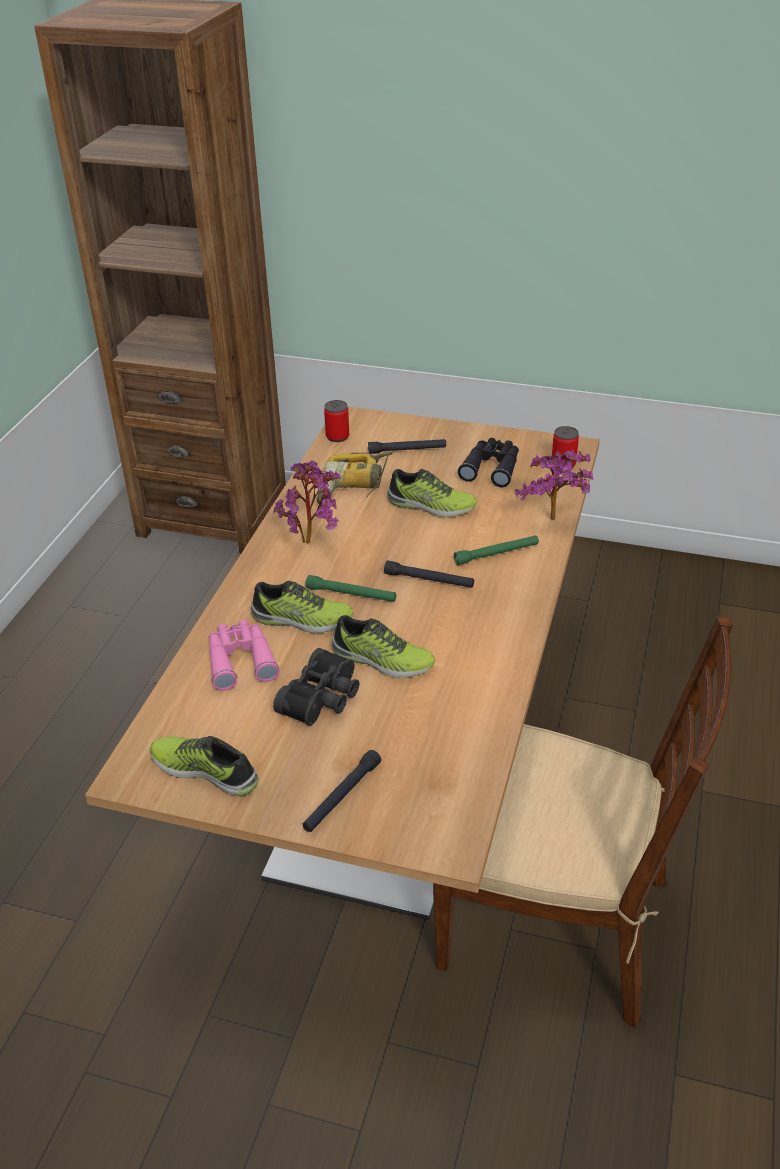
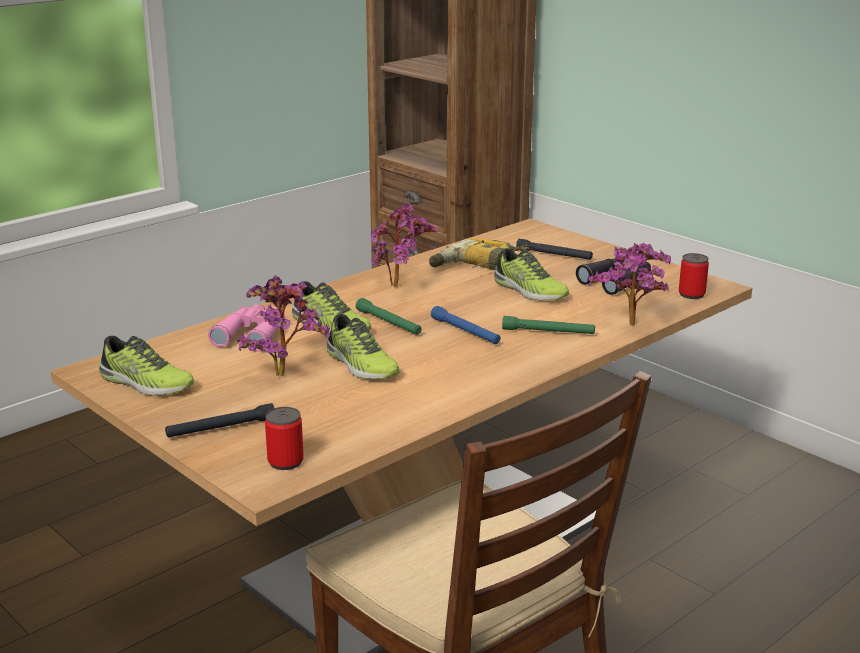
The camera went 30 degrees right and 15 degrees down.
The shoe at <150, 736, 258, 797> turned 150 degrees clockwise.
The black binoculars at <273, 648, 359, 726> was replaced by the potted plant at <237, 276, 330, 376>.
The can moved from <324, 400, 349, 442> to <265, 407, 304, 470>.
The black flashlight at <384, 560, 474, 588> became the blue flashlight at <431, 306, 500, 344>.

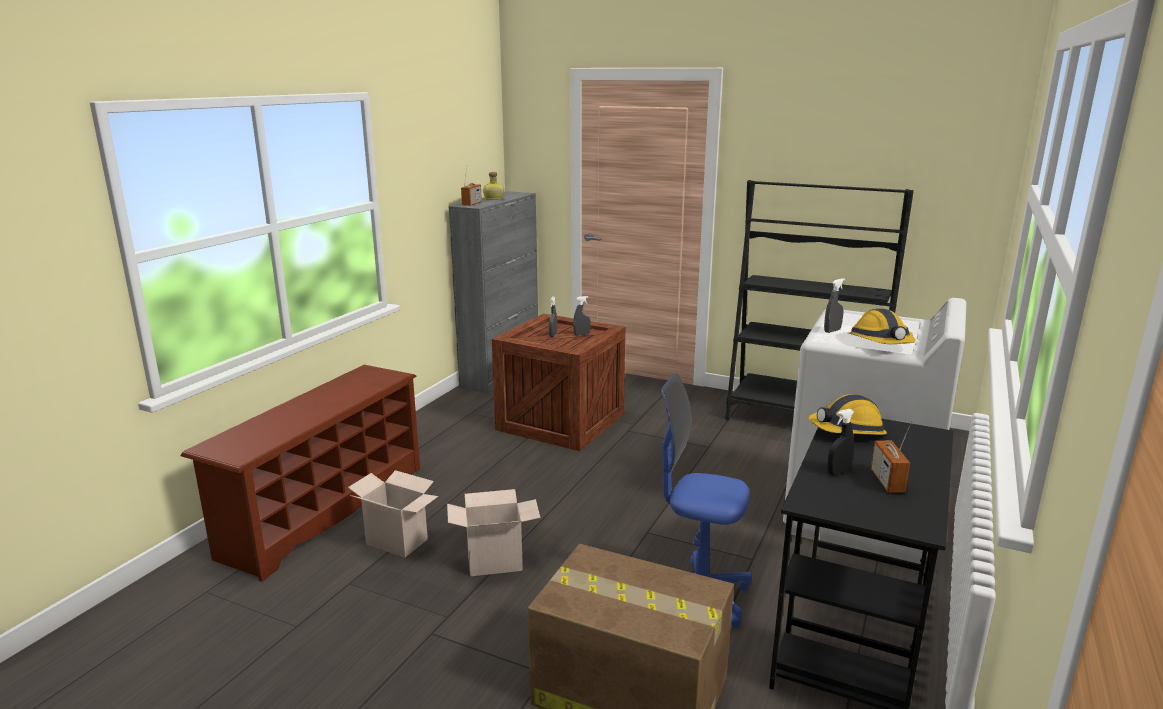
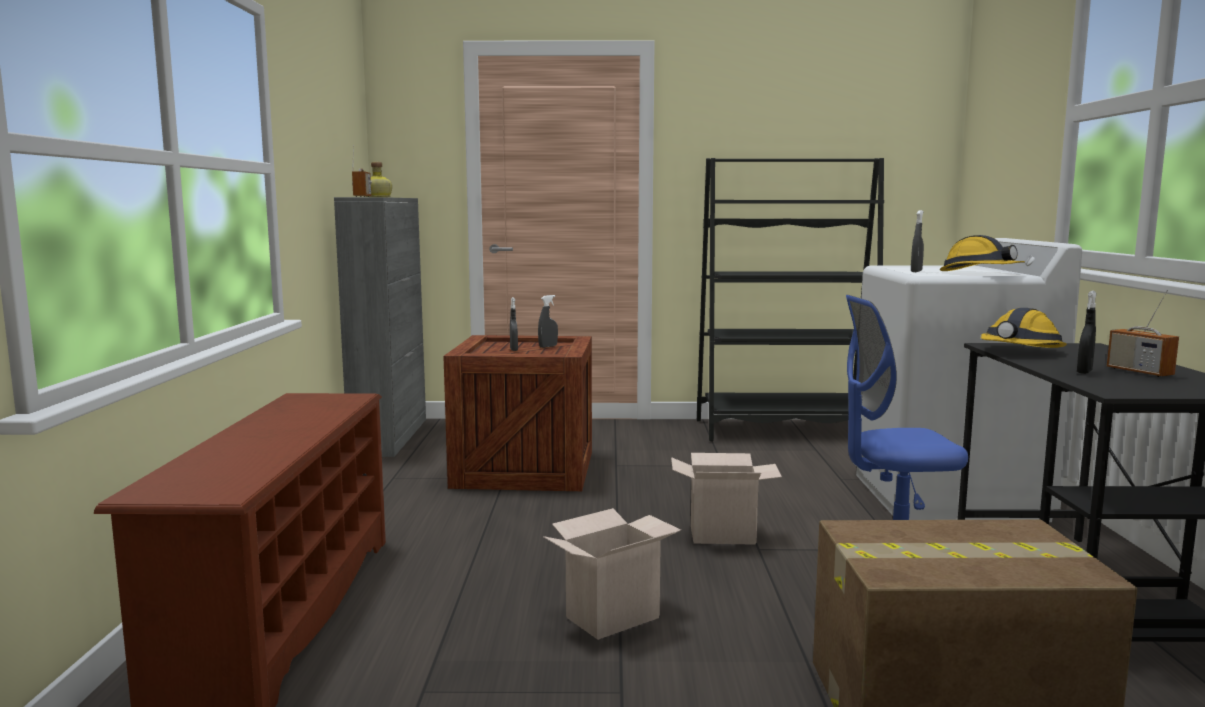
The camera went 25 degrees left and 10 degrees down.
The cardboard box moved from <348, 470, 438, 558> to <671, 453, 782, 545>.

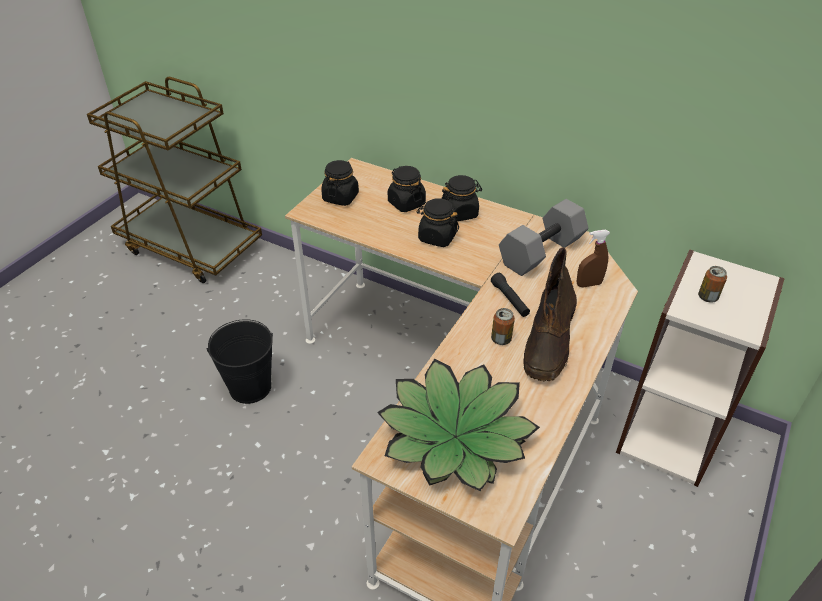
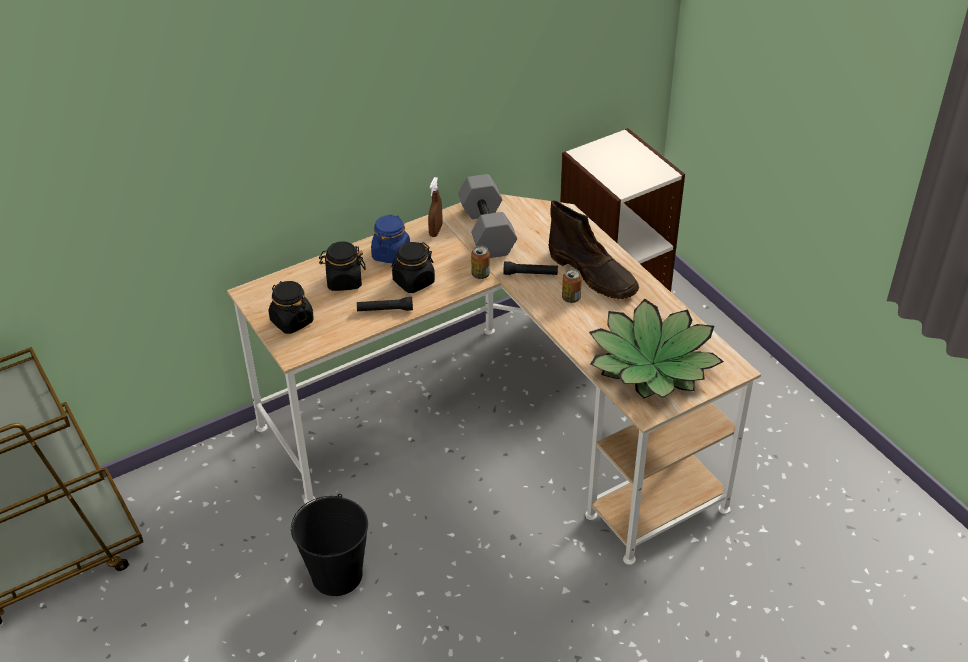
The camera went 60 degrees left and 0 degrees up.
The black jar at <441, 175, 482, 221> became the blue jar at <371, 214, 410, 263>.
The brown spray bottle moved from <577, 229, 610, 287> to <428, 177, 443, 237>.
The can moved from <698, 266, 727, 303> to <471, 245, 490, 279>.
The black flashlight at <357, 297, 413, 312> appeared.

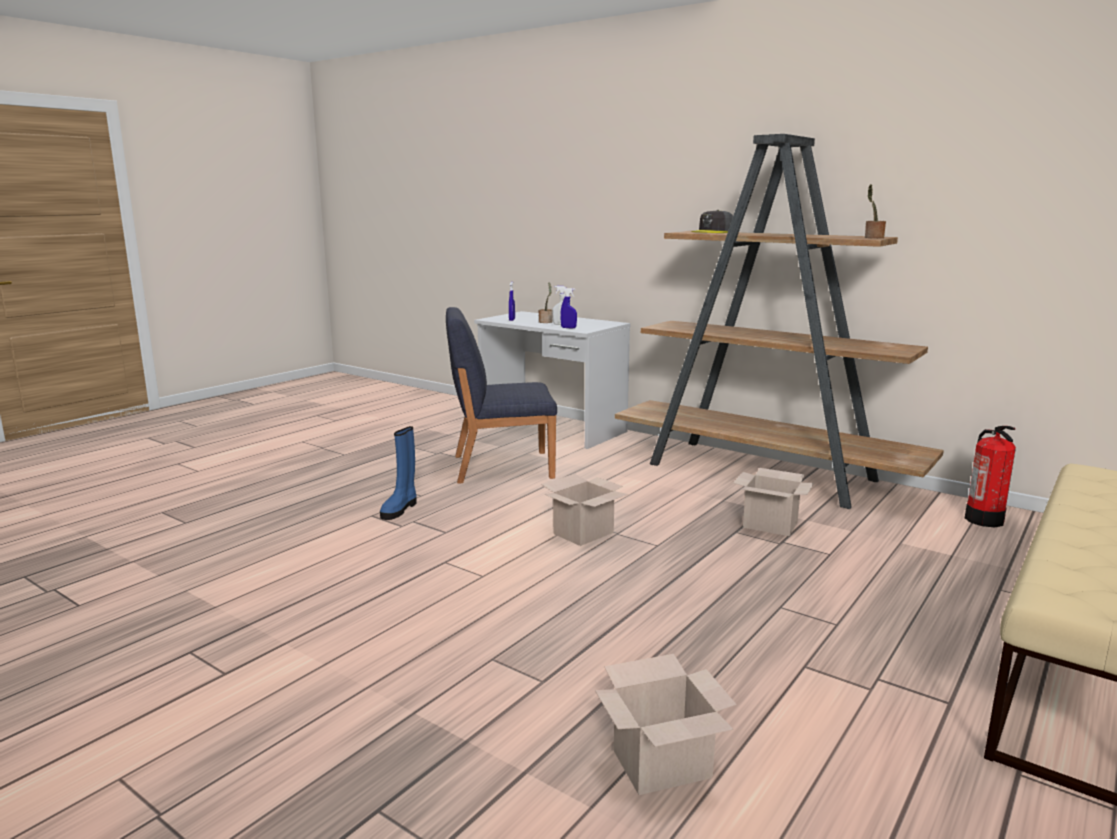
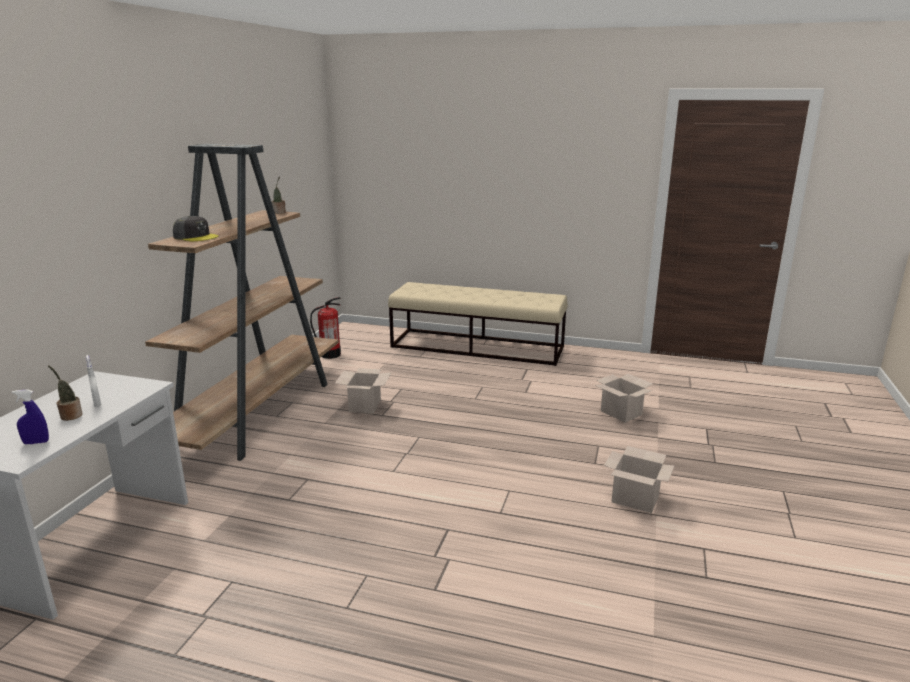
The camera went 110 degrees left and 5 degrees up.
The blue boot at <380, 426, 417, 520> disappeared.
The blue chair at <446, 307, 557, 484> disappeared.
The cardboard box moved from <541, 474, 628, 546> to <604, 446, 674, 513>.
The blue spray bottle at <560, 288, 577, 329> disappeared.

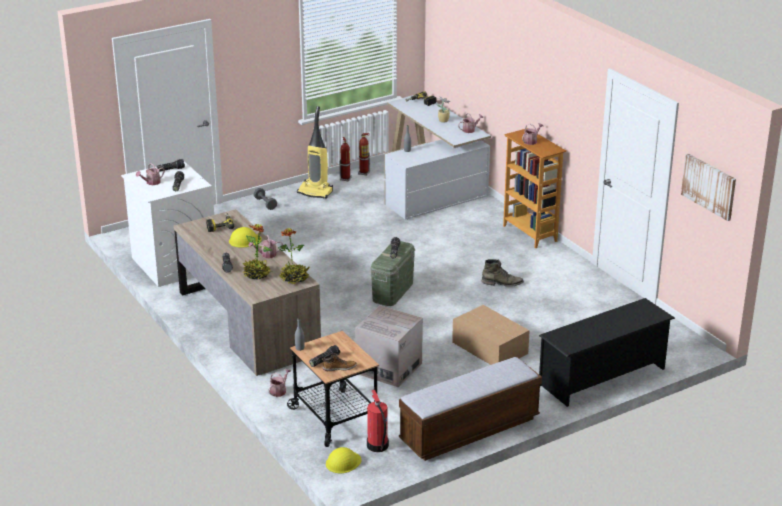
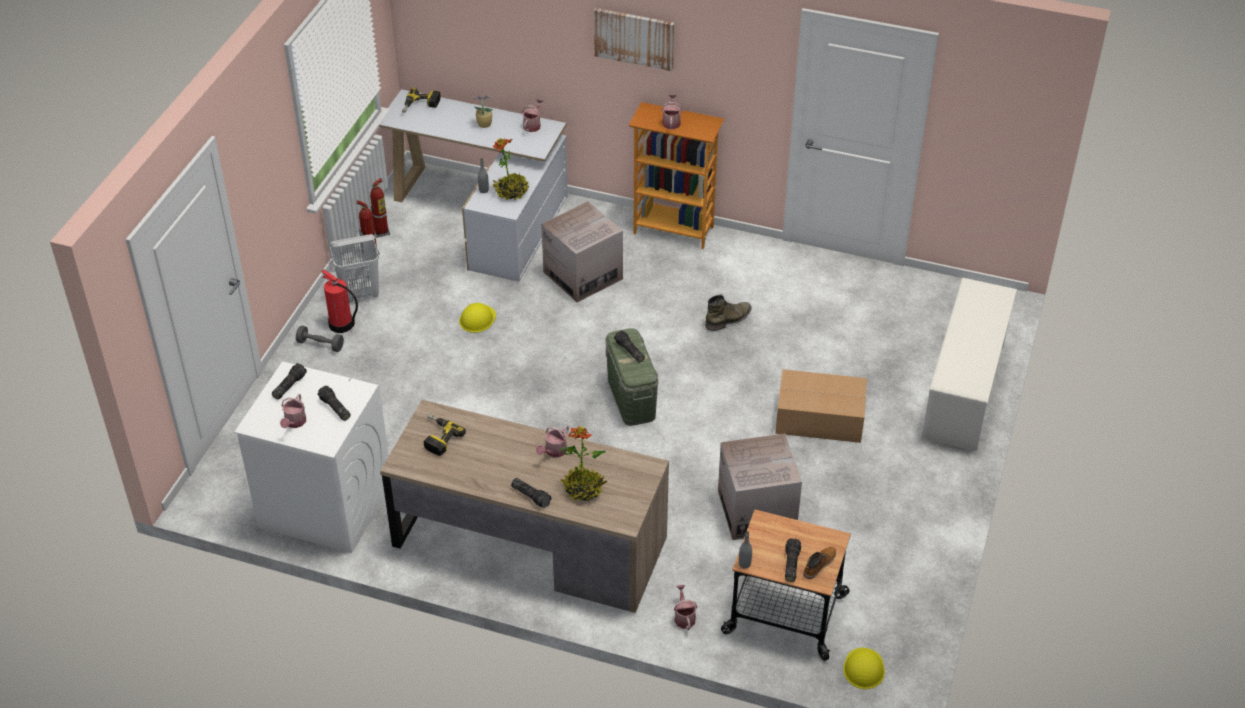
The camera went 40 degrees left and 15 degrees up.
The yellow hard hat moved from <229, 227, 262, 248> to <459, 303, 496, 333>.
The potted plant moved from <278, 228, 310, 284> to <493, 139, 529, 201>.
The vacuum cleaner at <297, 106, 333, 199> was replaced by the white laundry basket at <330, 234, 379, 302>.
The fire extinguisher moved from <367, 390, 389, 452> to <322, 270, 358, 333>.
The bench at <399, 357, 542, 461> disappeared.
The black shoe rack at <539, 298, 675, 407> became the white shoe rack at <921, 278, 1017, 451>.
The picture moved from <681, 154, 736, 221> to <594, 8, 674, 71>.
The cardboard box at <541, 202, 623, 303> appeared.

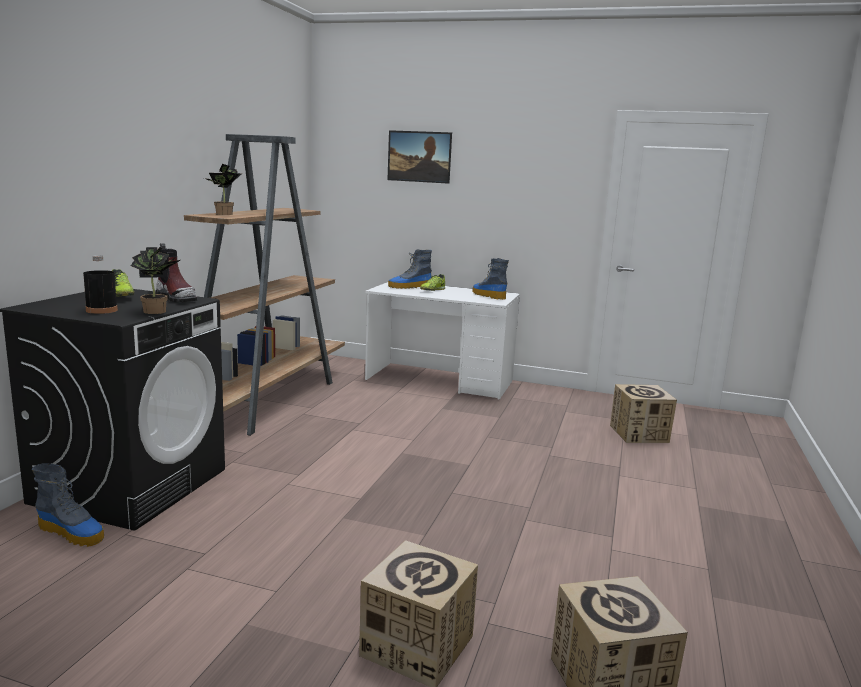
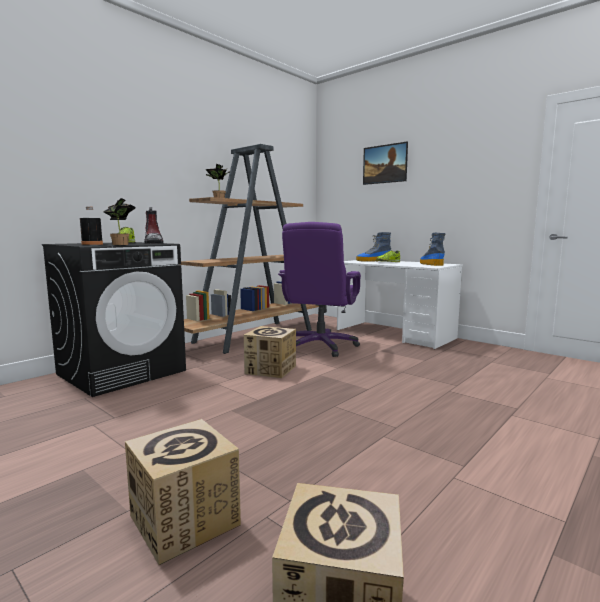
The camera went 25 degrees right and 5 degrees down.
The boot at <31, 463, 104, 547> disappeared.
The cardboard box moved from <610, 384, 677, 443> to <244, 326, 296, 378>.
The purple office chair at <278, 222, 361, 357> appeared.

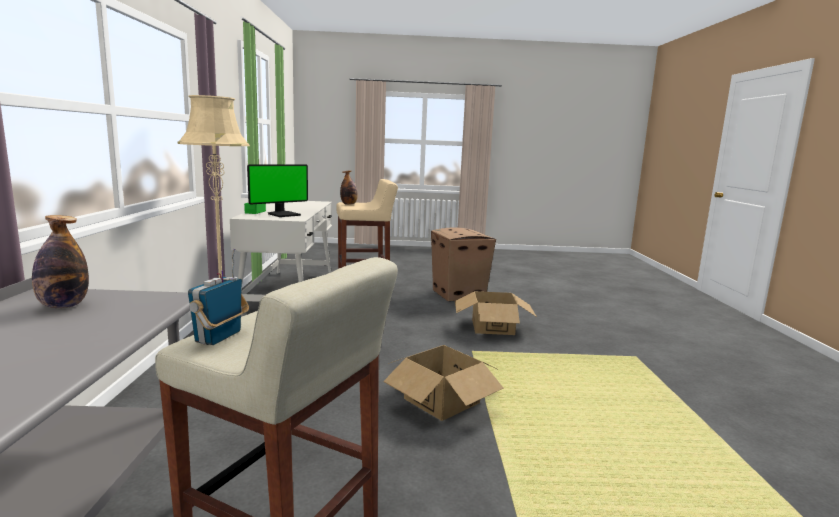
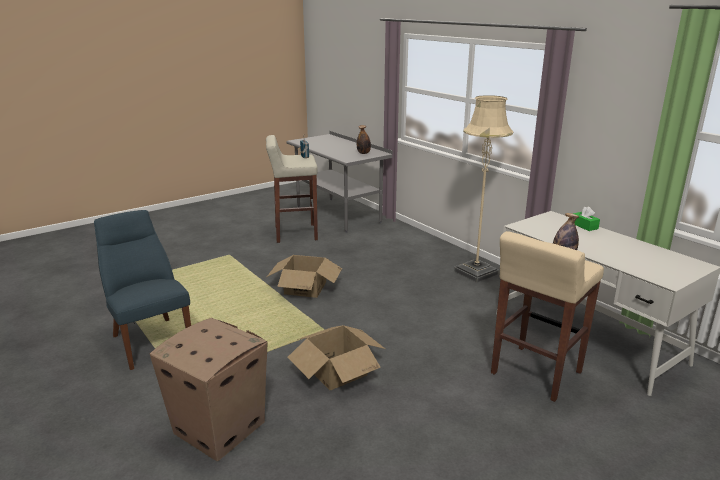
The camera went 145 degrees right and 10 degrees up.
The monitor at <247, 164, 308, 217> disappeared.
The cardboard box moved from <431, 227, 496, 301> to <150, 318, 267, 461>.
The blue chair at <94, 210, 191, 370> appeared.

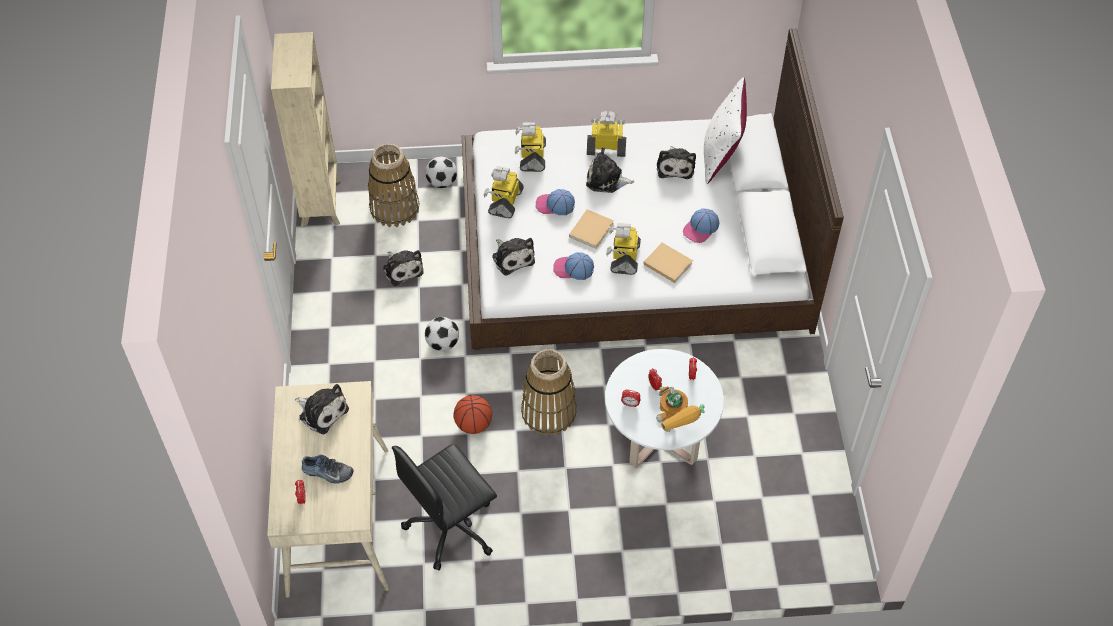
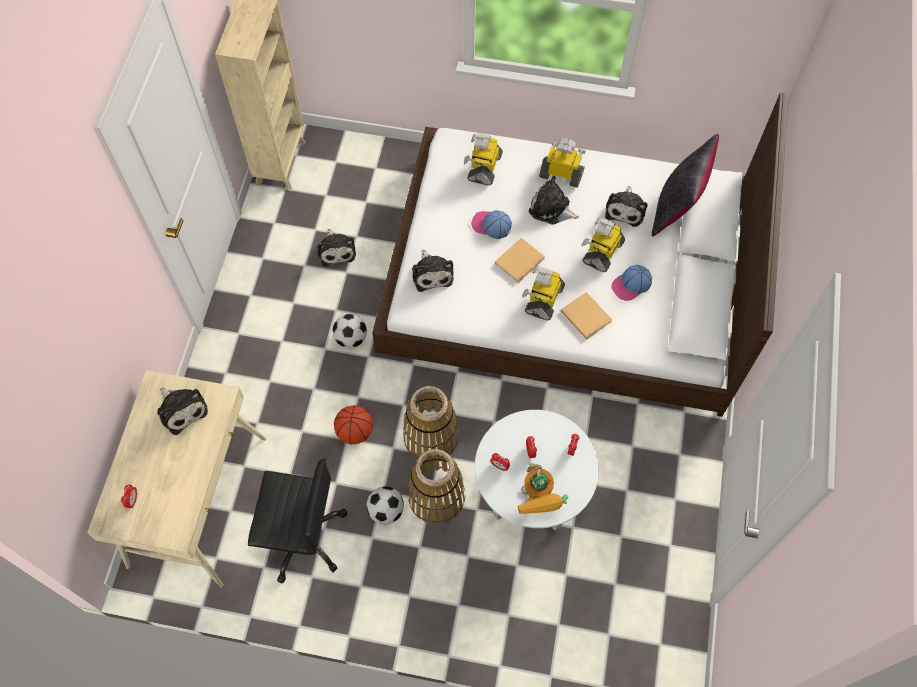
The camera went 15 degrees right and 10 degrees up.
The shoe at <302, 455, 354, 483> disappeared.
The basket moved from <368, 144, 420, 227> to <408, 449, 465, 524>.
The black office chair at <392, 444, 497, 570> turned 150 degrees counterclockwise.
The football moved from <425, 156, 457, 188> to <366, 486, 404, 524>.
The toy robot moved from <483, 166, 524, 218> to <582, 217, 625, 272>.
The cap at <553, 252, 594, 280> disappeared.
The white pillow at <704, 77, 747, 184> became the black pillow at <652, 134, 719, 237>.

